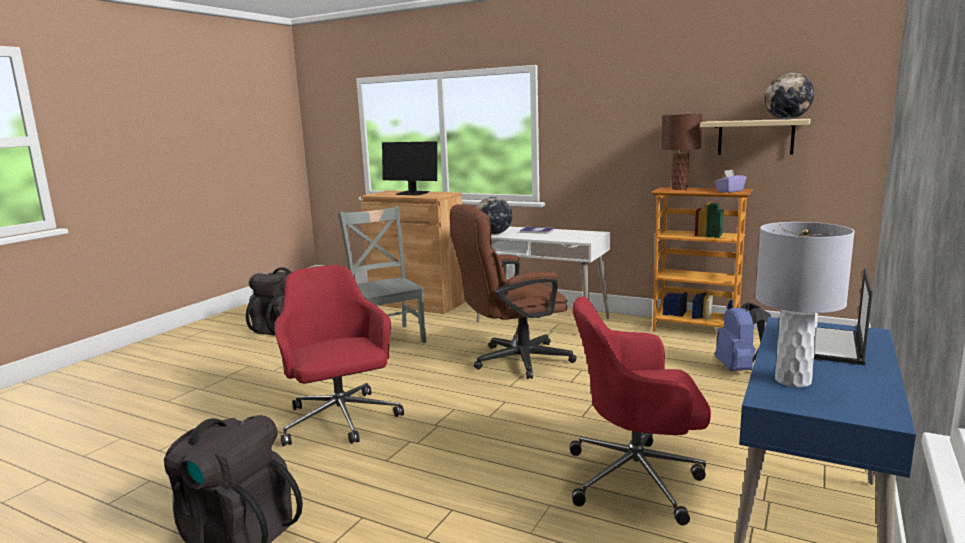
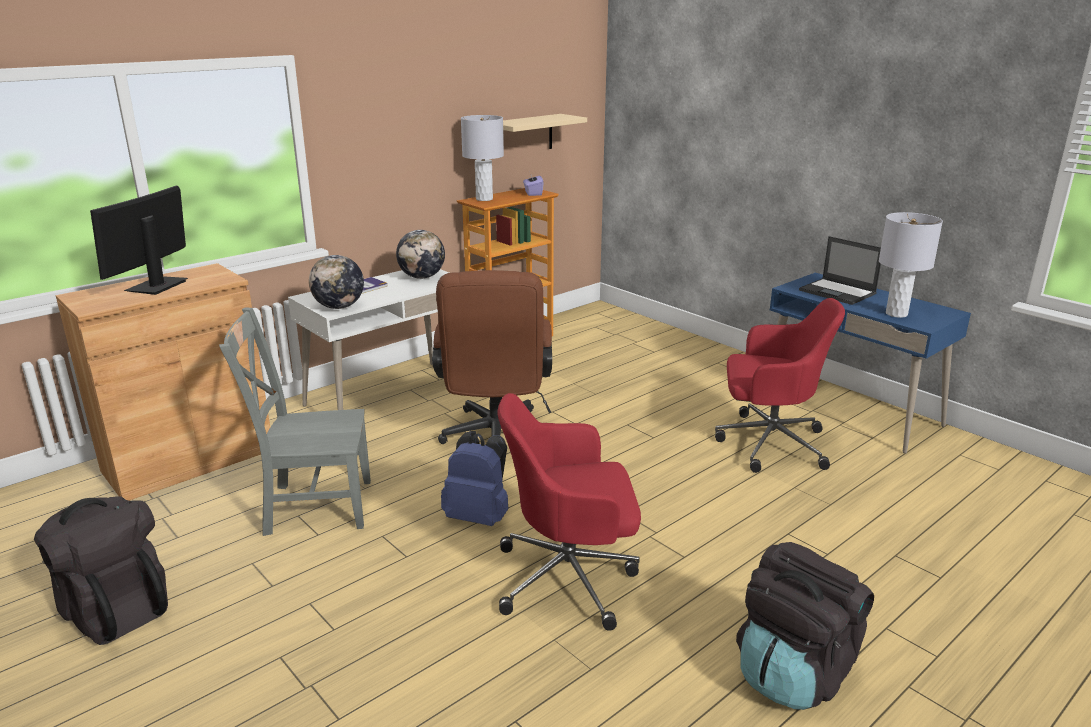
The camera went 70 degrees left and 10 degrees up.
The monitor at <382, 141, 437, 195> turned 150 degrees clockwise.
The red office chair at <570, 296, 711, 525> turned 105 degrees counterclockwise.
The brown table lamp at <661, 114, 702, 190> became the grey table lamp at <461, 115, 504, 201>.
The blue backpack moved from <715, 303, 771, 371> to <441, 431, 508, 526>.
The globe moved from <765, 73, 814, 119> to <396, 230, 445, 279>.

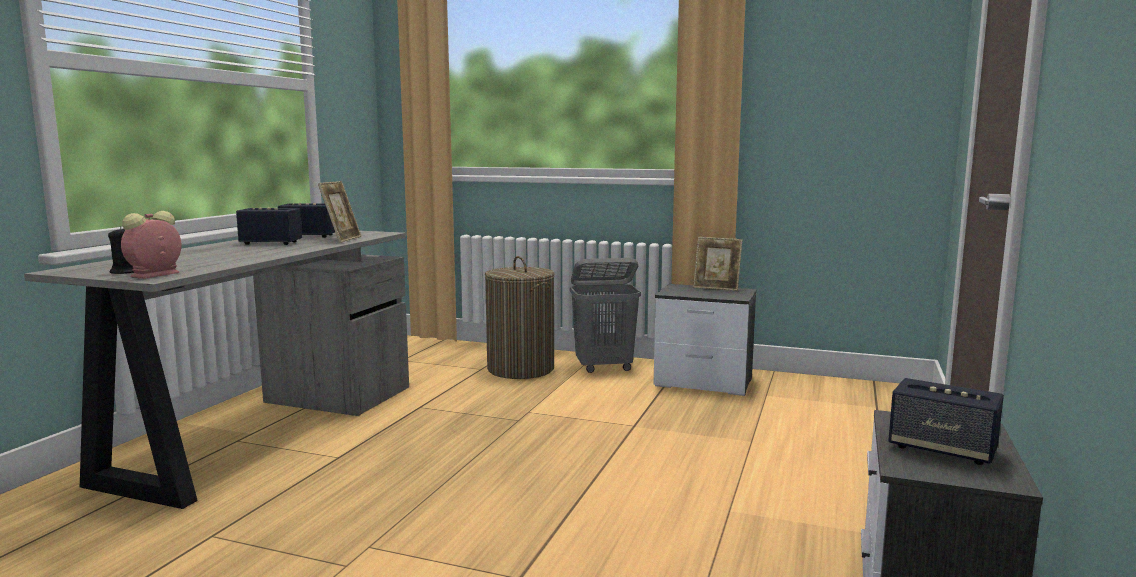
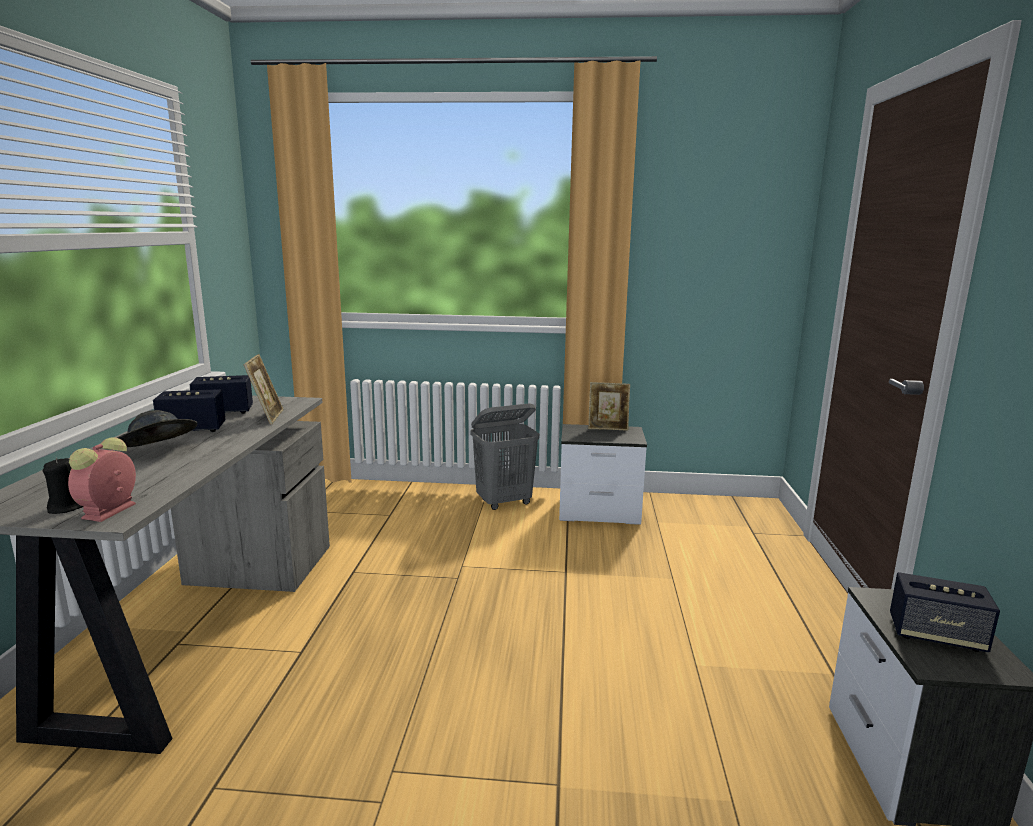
The camera went 15 degrees left and 5 degrees up.
The laundry basket at <485, 256, 555, 379> disappeared.
The grey hat at <117, 410, 197, 447> appeared.

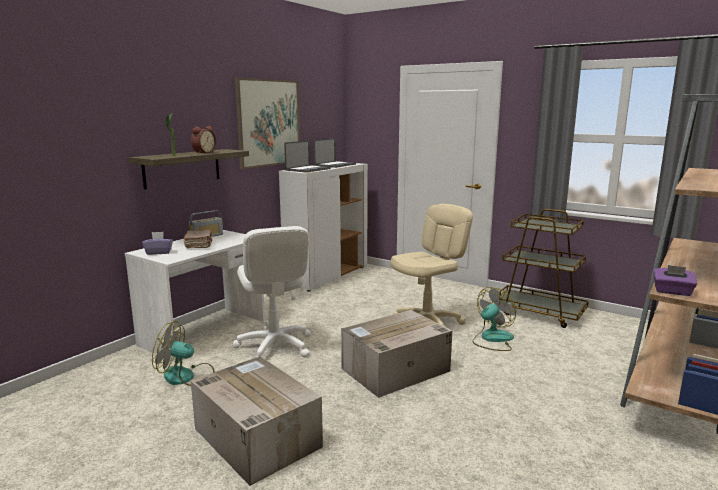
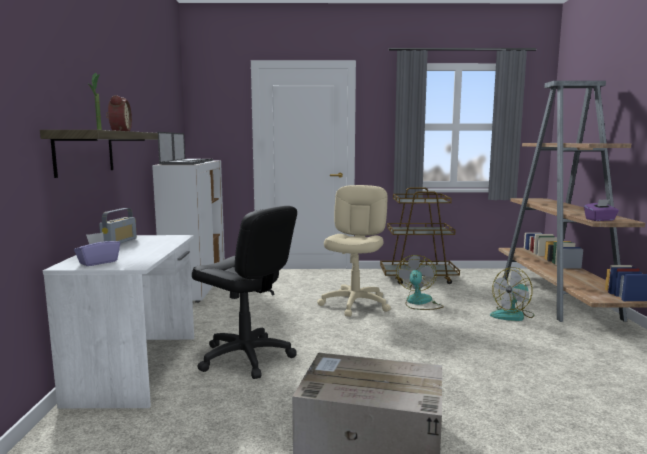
The camera went 35 degrees left and 5 degrees down.
The fan moved from <152, 321, 214, 386> to <490, 267, 534, 321>.
The brown book at <184, 230, 212, 248> disappeared.
The white office chair at <232, 226, 311, 357> became the black office chair at <192, 206, 297, 379>.
The picture at <235, 77, 300, 169> disappeared.
The cardboard box at <341, 310, 452, 398> disappeared.

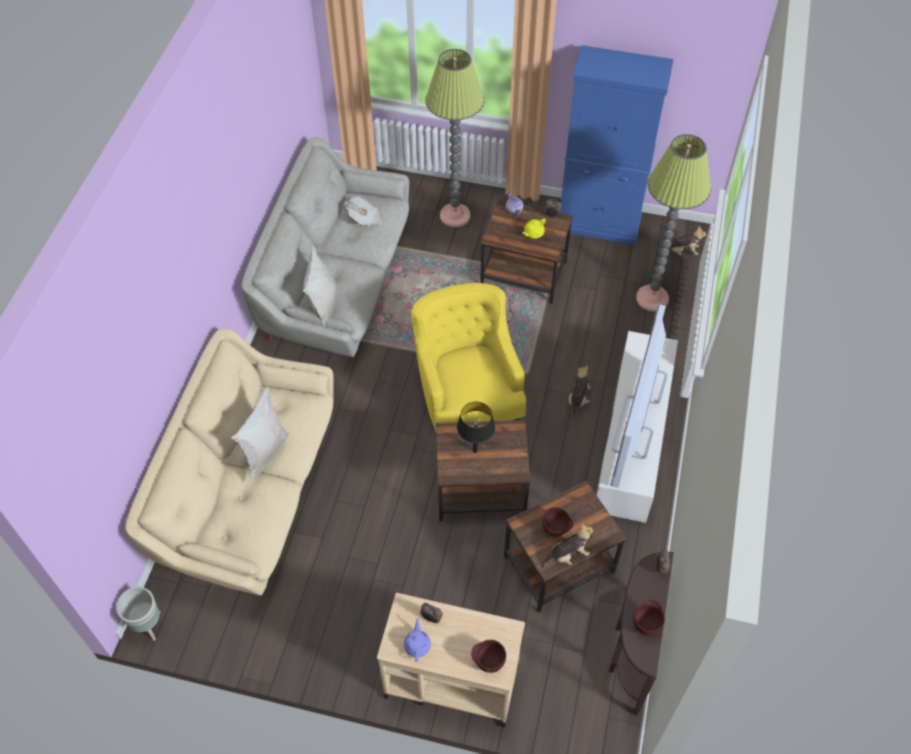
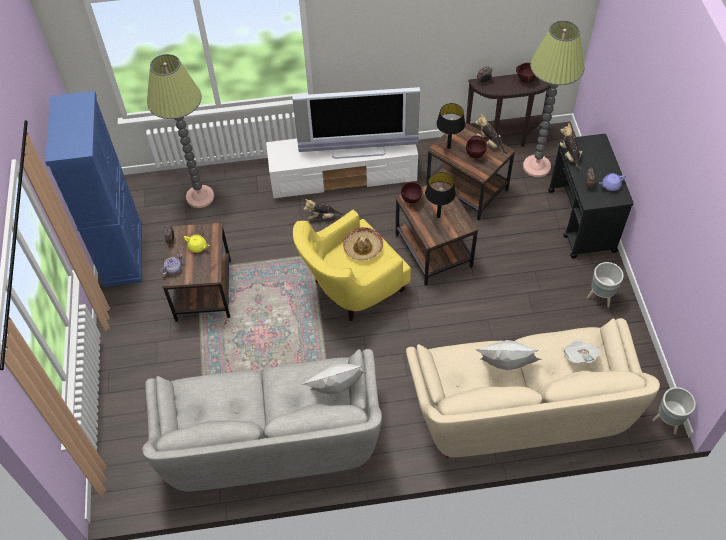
The camera went 110 degrees left and 0 degrees up.
The newspaper moved from <345, 196, 382, 226> to <562, 339, 601, 363>.
The beige cart at <377, 593, 525, 727> became the black cart at <548, 134, 634, 258>.
The floor lamp moved from <425, 49, 484, 227> to <523, 21, 585, 177>.
The brown bowl moved from <471, 640, 506, 673> to <401, 182, 422, 203>.
The plush toy moved from <668, 226, 706, 256> to <560, 123, 582, 171>.
The hat at <343, 227, 383, 260> appeared.
The black table lamp at <436, 103, 465, 149> appeared.
The grey planter at <587, 262, 624, 308> appeared.

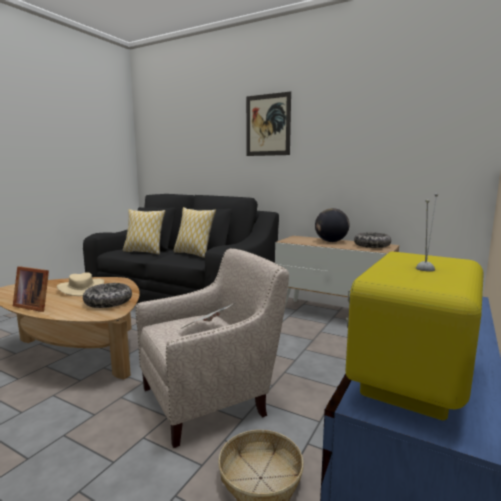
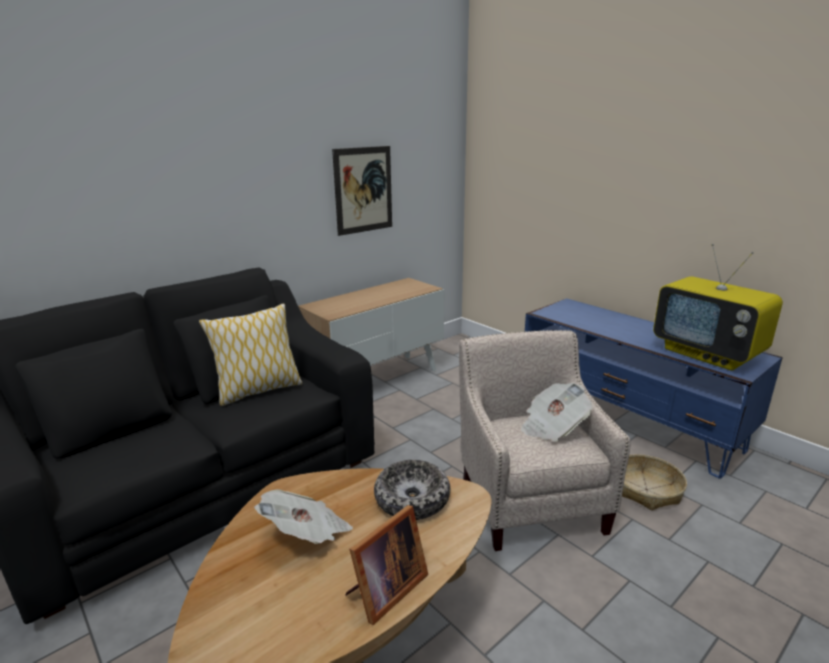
The camera went 70 degrees left and 10 degrees up.
The beige hat at <57, 272, 104, 296> was replaced by the newspaper at <254, 489, 353, 544>.
The pillow at <123, 209, 165, 254> disappeared.
The picture moved from <246, 91, 291, 156> to <332, 146, 392, 236>.
The globe at <315, 208, 349, 242> disappeared.
The bowl at <354, 232, 391, 248> disappeared.

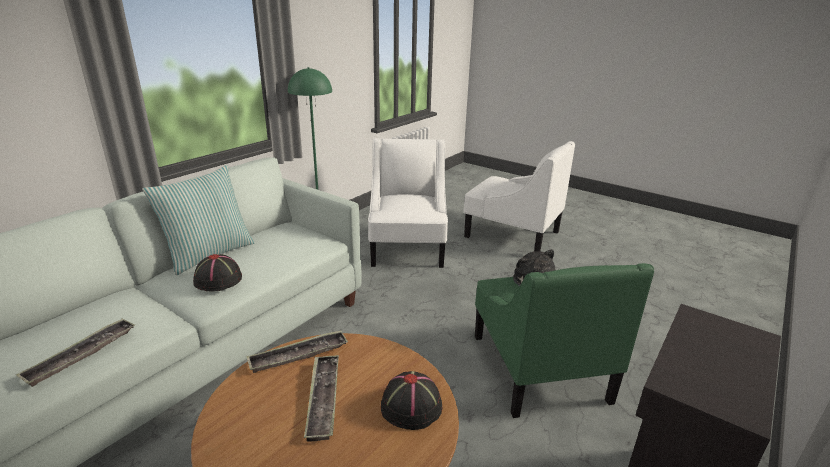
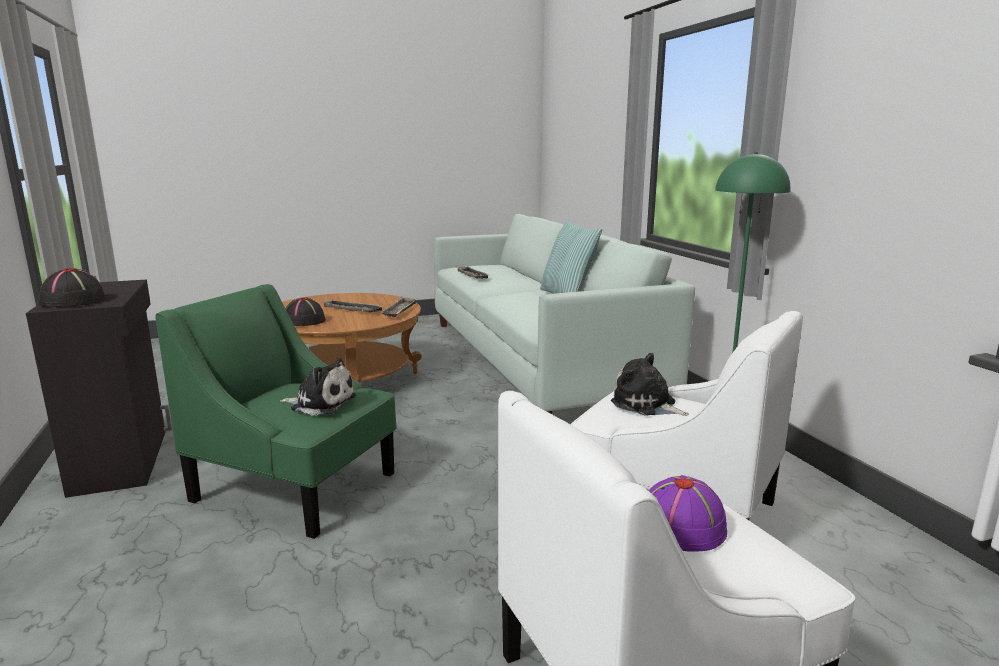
The camera went 125 degrees right and 10 degrees down.
The black hat moved from <193, 254, 242, 292> to <39, 268, 107, 307>.
The plush toy at <611, 353, 689, 416> appeared.
The purple hat at <649, 475, 727, 552> appeared.

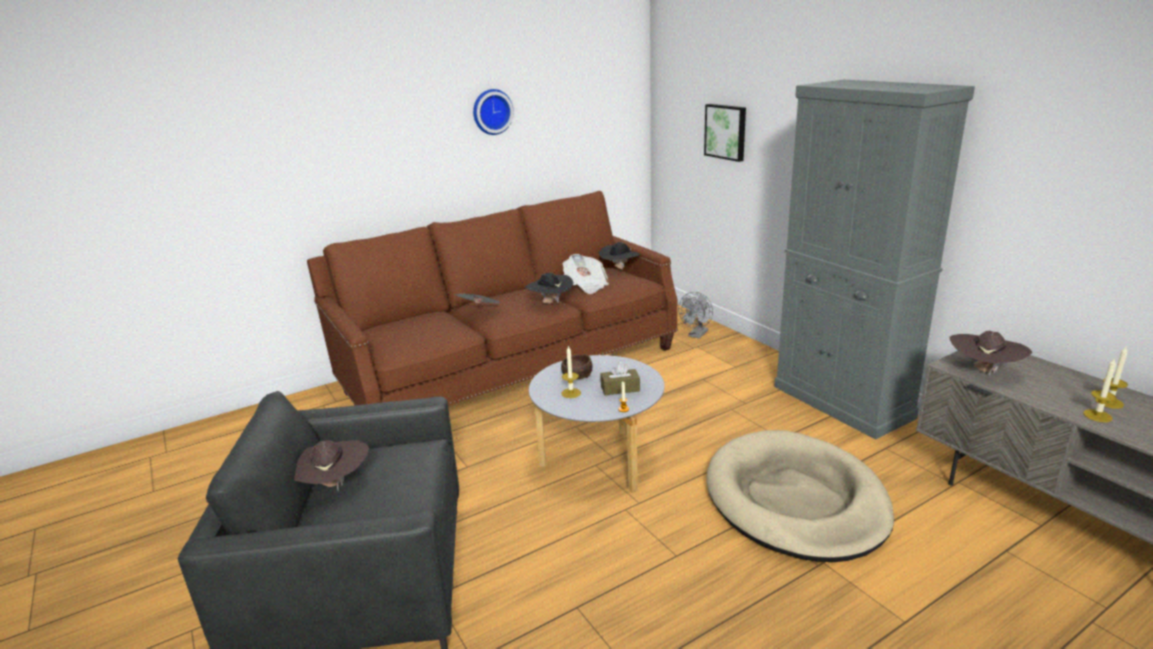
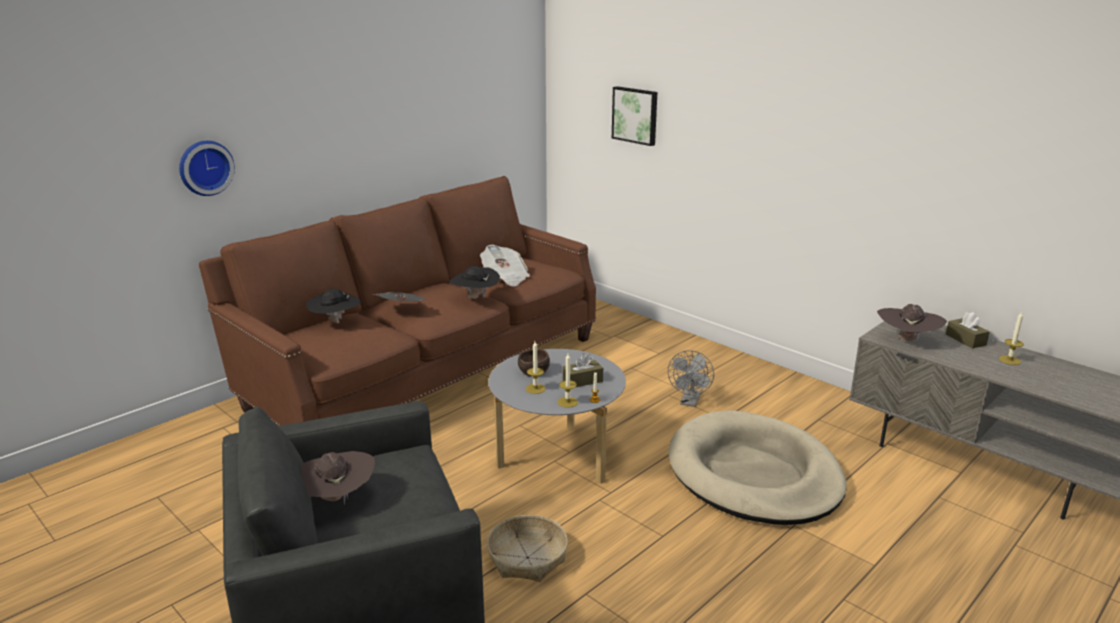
The camera went 15 degrees left and 0 degrees up.
The wall clock moved from <473, 89, 514, 135> to <179, 141, 235, 196>.
The black hat moved from <599, 242, 641, 270> to <306, 288, 361, 323>.
The grey fan moved from <678, 292, 713, 339> to <668, 350, 714, 407>.
The grey cabinet at <774, 80, 975, 439> disappeared.
The candle moved from <1083, 358, 1116, 422> to <558, 354, 578, 408>.
The basket at <487, 515, 568, 582> appeared.
The brown tissue box at <946, 312, 989, 348> appeared.

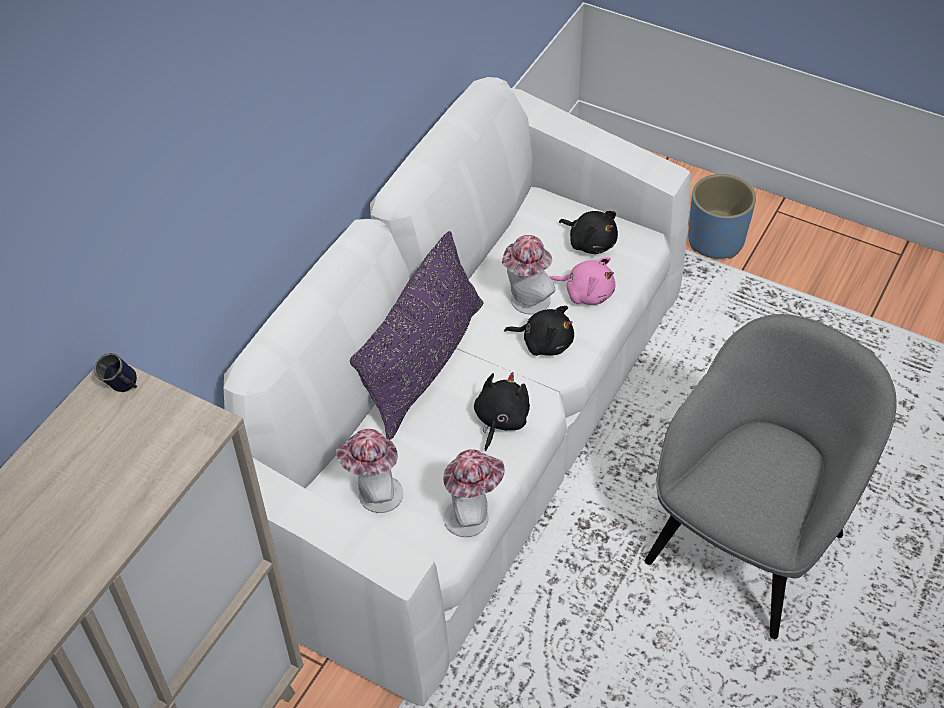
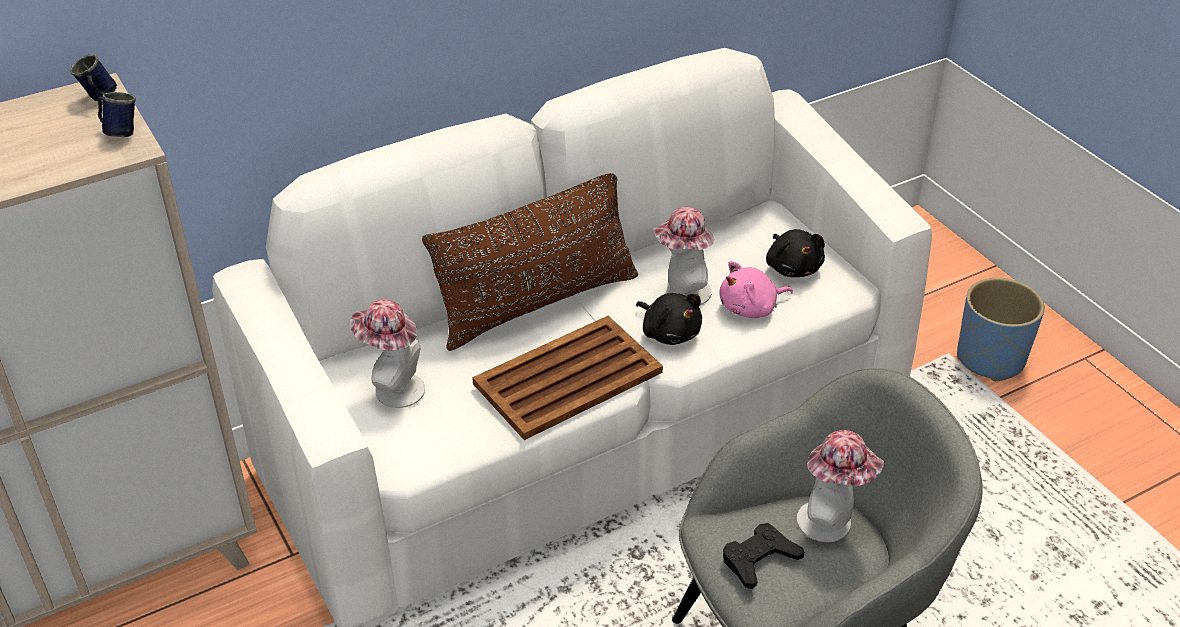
The camera went 30 degrees right and 10 degrees down.
The purple pillow at <350, 231, 483, 440> became the brown pillow at <422, 173, 638, 351>.
The hat moved from <443, 449, 505, 537> to <797, 430, 884, 542>.
The black plush toy at <474, 372, 530, 451> was replaced by the brown tray at <472, 316, 663, 440>.
The pink plush toy at <550, 257, 615, 305> turned 105 degrees clockwise.
The blue mug at <98, 92, 136, 137> appeared.
The black game controller at <723, 523, 804, 590> appeared.

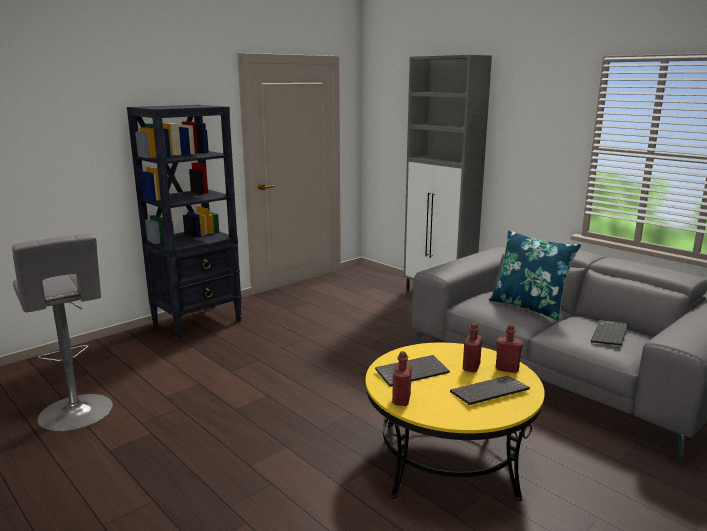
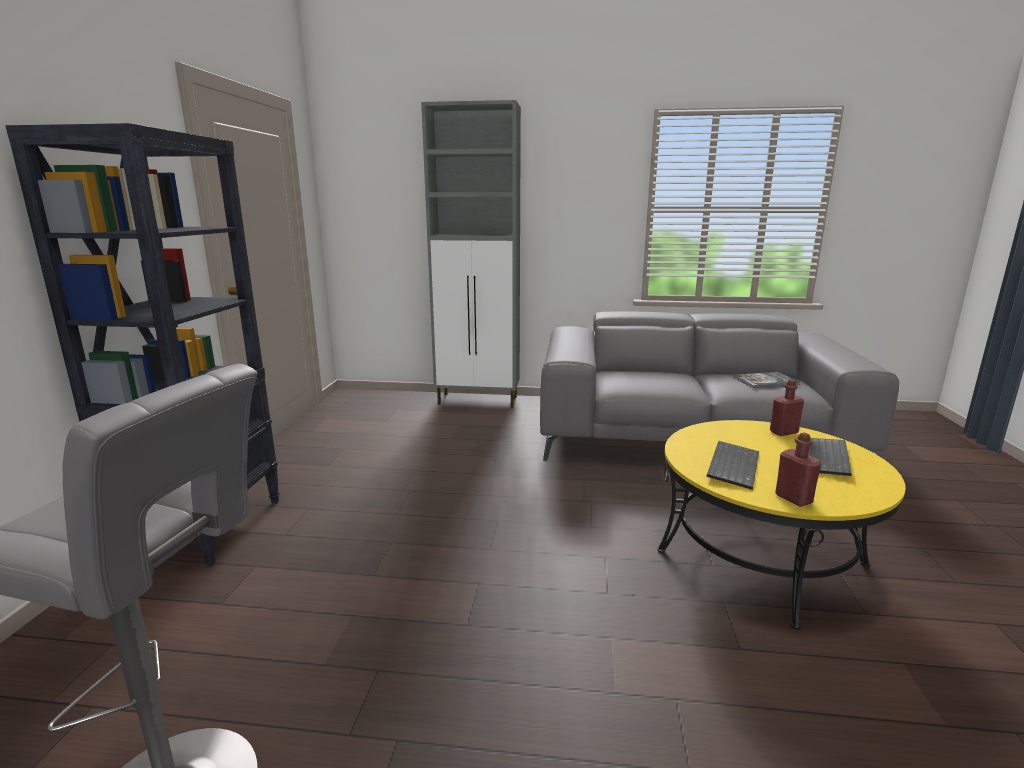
The camera went 40 degrees left and 0 degrees up.
The red bottle at <463, 323, 482, 372> disappeared.
The blue pillow at <489, 230, 581, 321> disappeared.
The keyboard at <591, 320, 628, 346> was replaced by the book at <733, 372, 800, 388>.

